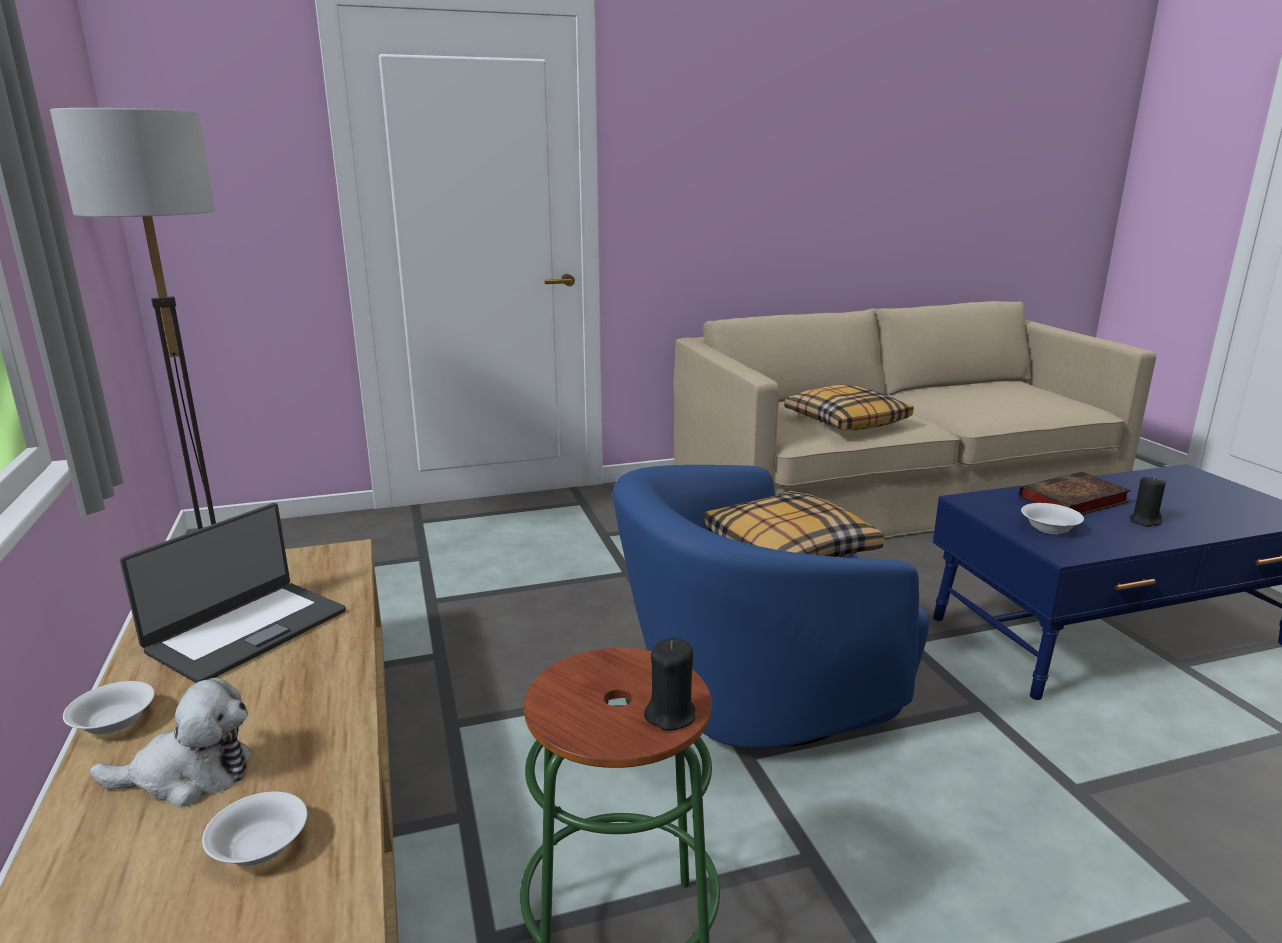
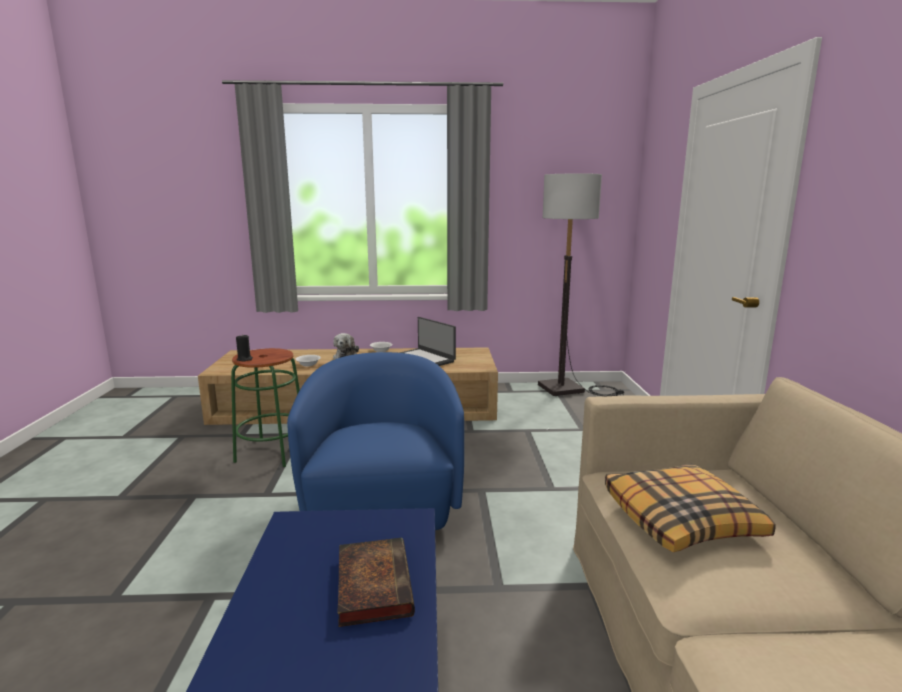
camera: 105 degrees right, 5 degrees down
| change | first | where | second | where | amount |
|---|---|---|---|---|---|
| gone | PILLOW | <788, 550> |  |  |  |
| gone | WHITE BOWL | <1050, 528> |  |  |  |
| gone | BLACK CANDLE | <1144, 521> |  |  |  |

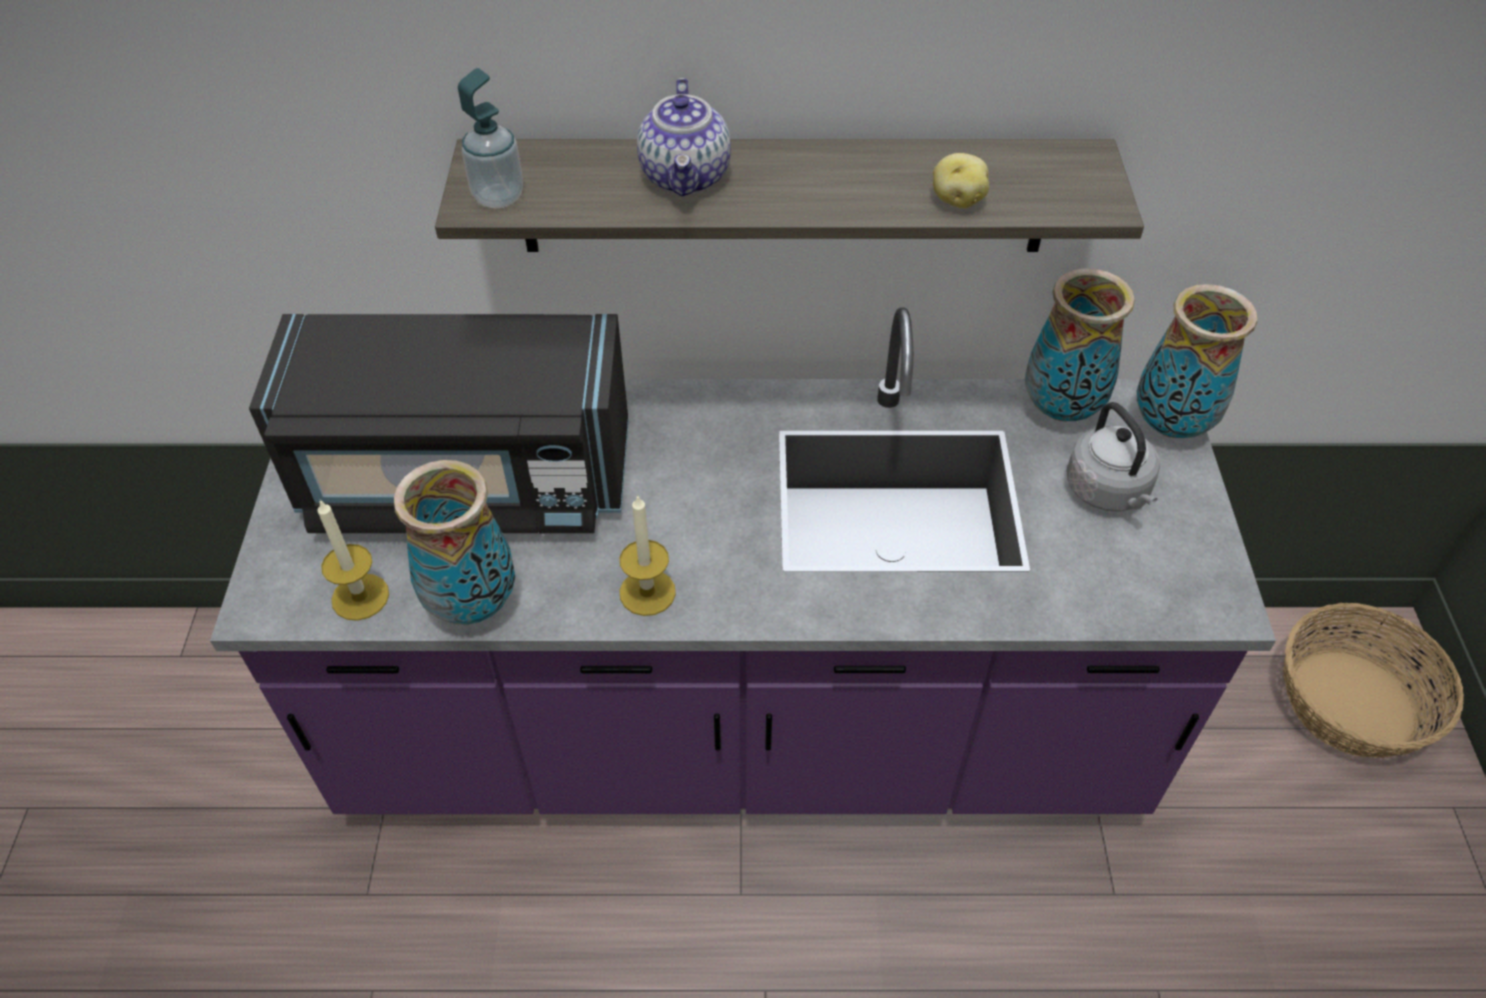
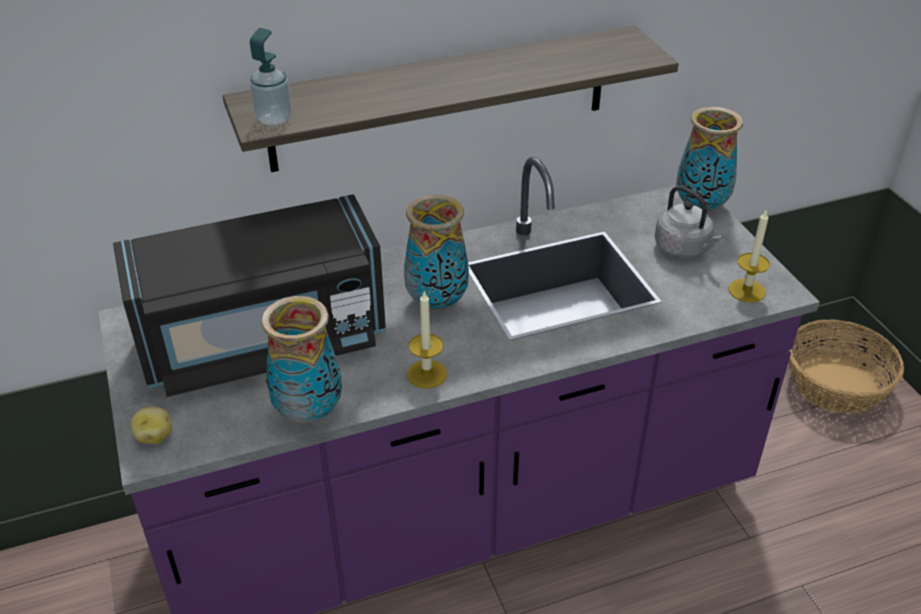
camera: 20 degrees left, 10 degrees down
| change | first | where | second | where | amount |
|---|---|---|---|---|---|
| shifted | CANDLE | <360, 597> |  | <746, 290> |  |
| gone | TEAPOT | <686, 177> |  |  |  |
| shifted | POTATO | <957, 199> |  | <154, 436> |  |
| shifted | VASE | <1061, 408> |  | <437, 301> |  |

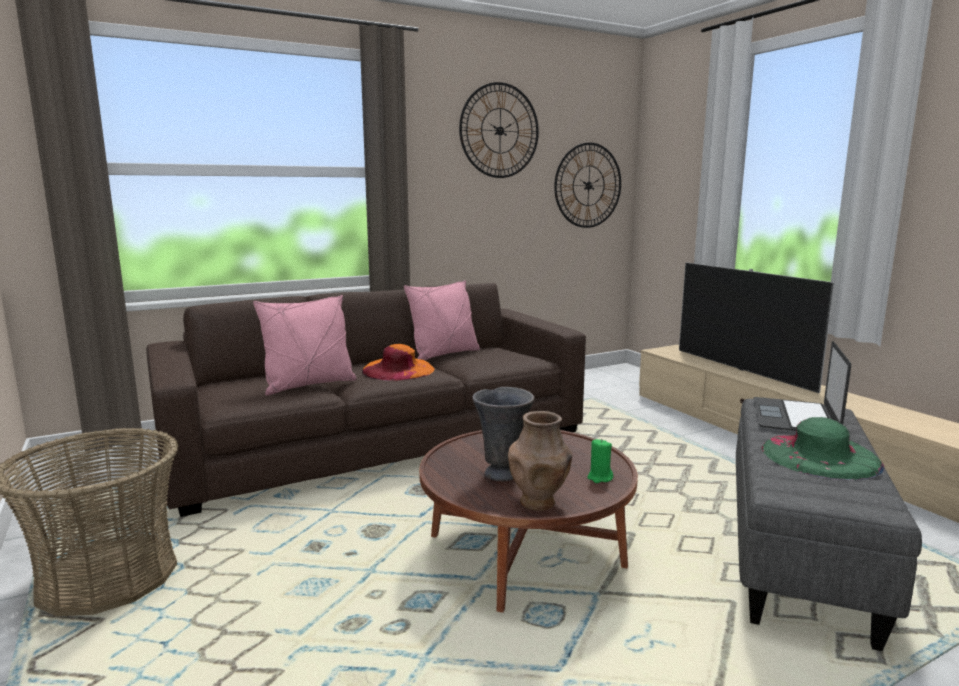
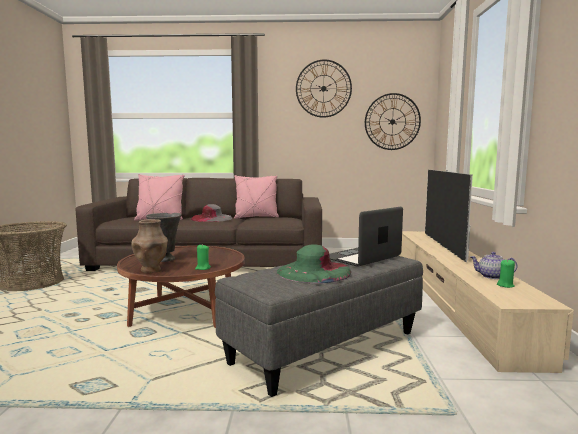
camera: 30 degrees right, 5 degrees down
| change | first | where | second | where | amount |
|---|---|---|---|---|---|
| repainted | ORANGE HAT | <398, 369> | GREY HAT | <211, 218> |  |
| new |  |  | TEAPOT | <491, 276> |  |
| new |  |  | GREEN CANDLE | <505, 285> |  |

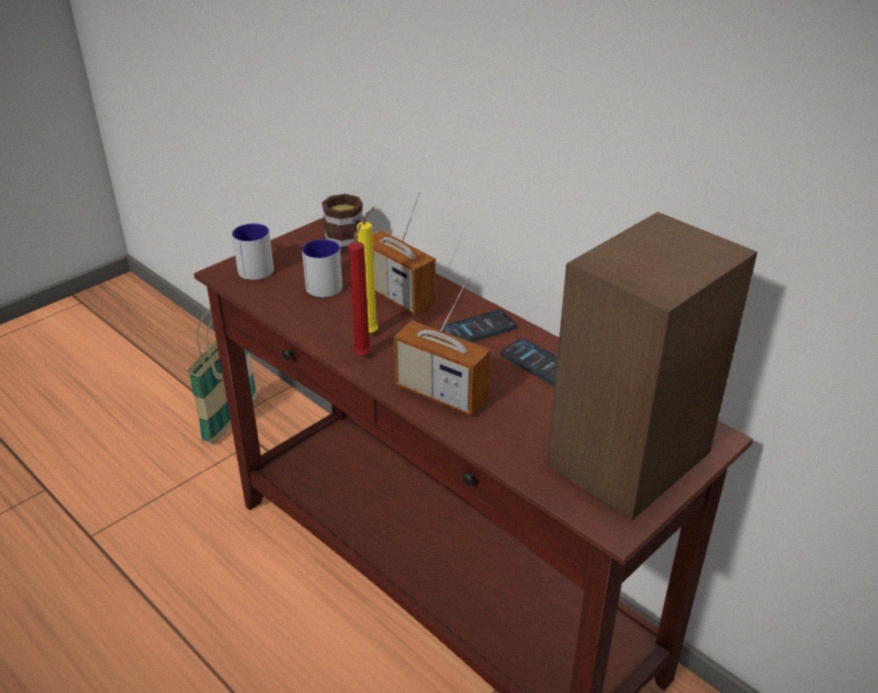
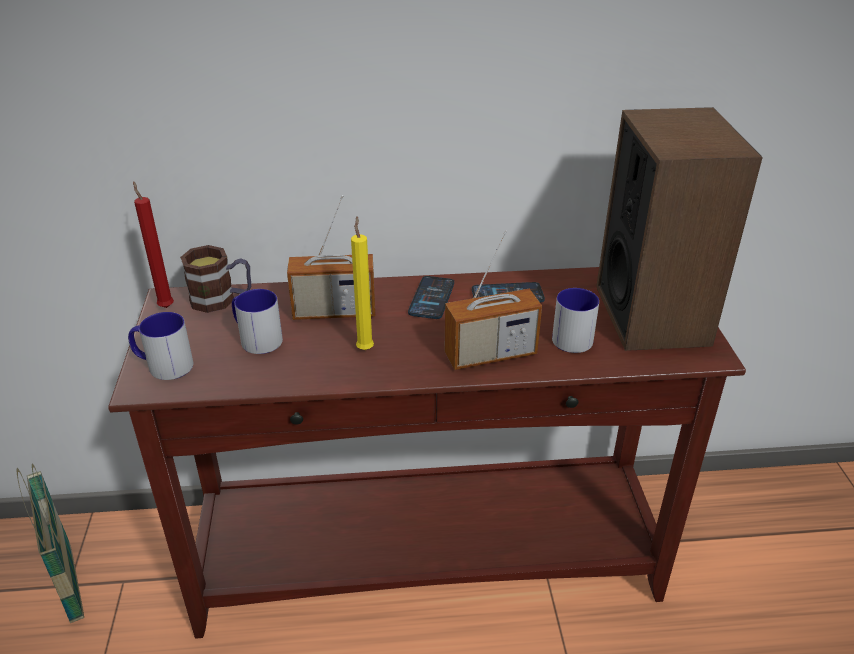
camera: 50 degrees left, 0 degrees up
| change | first | where | second | where | amount |
|---|---|---|---|---|---|
| shifted | RED CANDLE | <364, 354> |  | <165, 306> |  |
| new |  |  | MUG | <571, 335> |  |

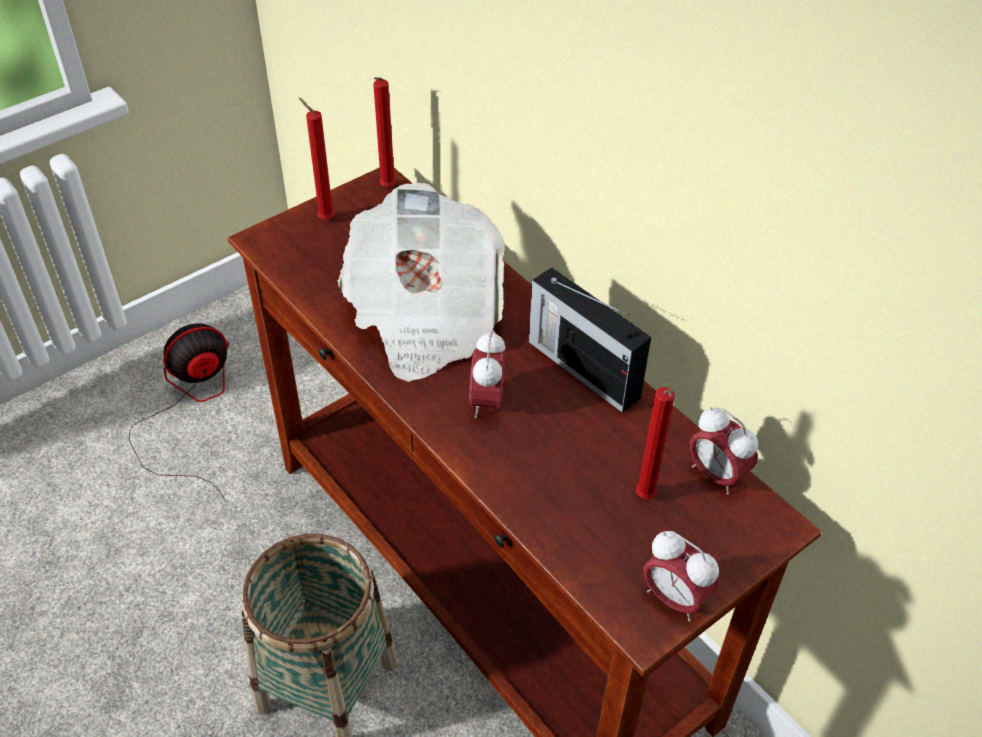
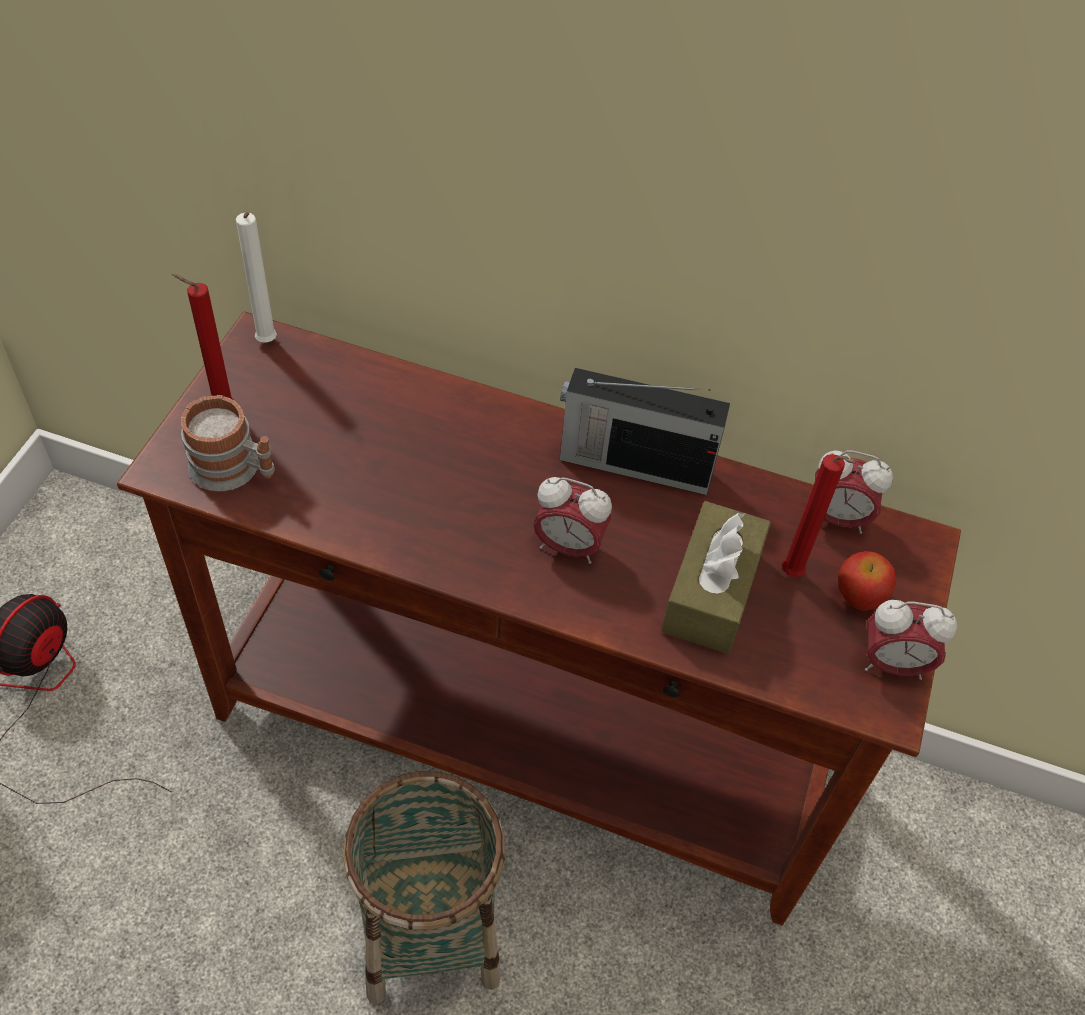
camera: 35 degrees left, 5 degrees up
| change | first | where | second | where | amount |
|---|---|---|---|---|---|
| gone | NEWSPAPER | <425, 316> |  |  |  |
| repainted | RED CANDLE | <386, 188> | WHITE CANDLE | <267, 344> |  |
| rotated | ALARM CLOCK | <487, 401> |  | <568, 546> | 45 degrees counterclockwise |
| new |  |  | MUG | <235, 470> |  |
| new |  |  | BROWN TISSUE BOX | <711, 592> |  |
| new |  |  | APPLE | <858, 596> |  |

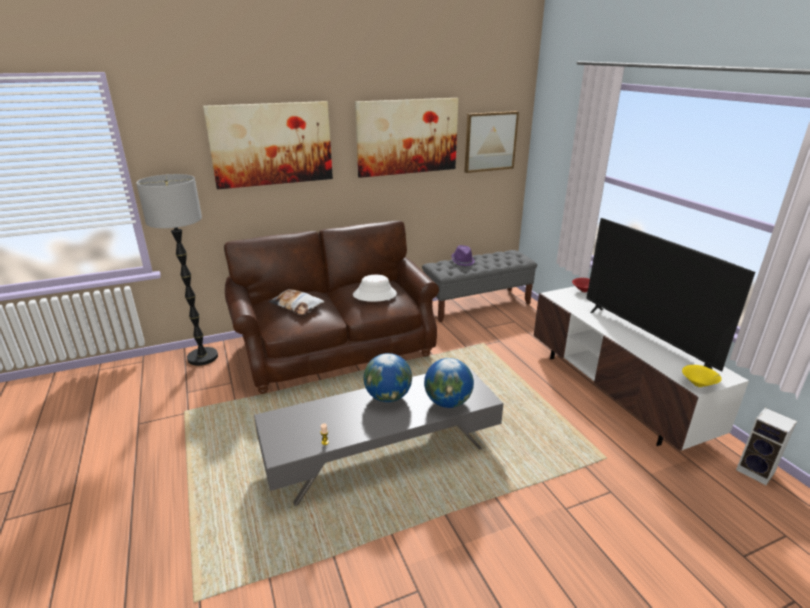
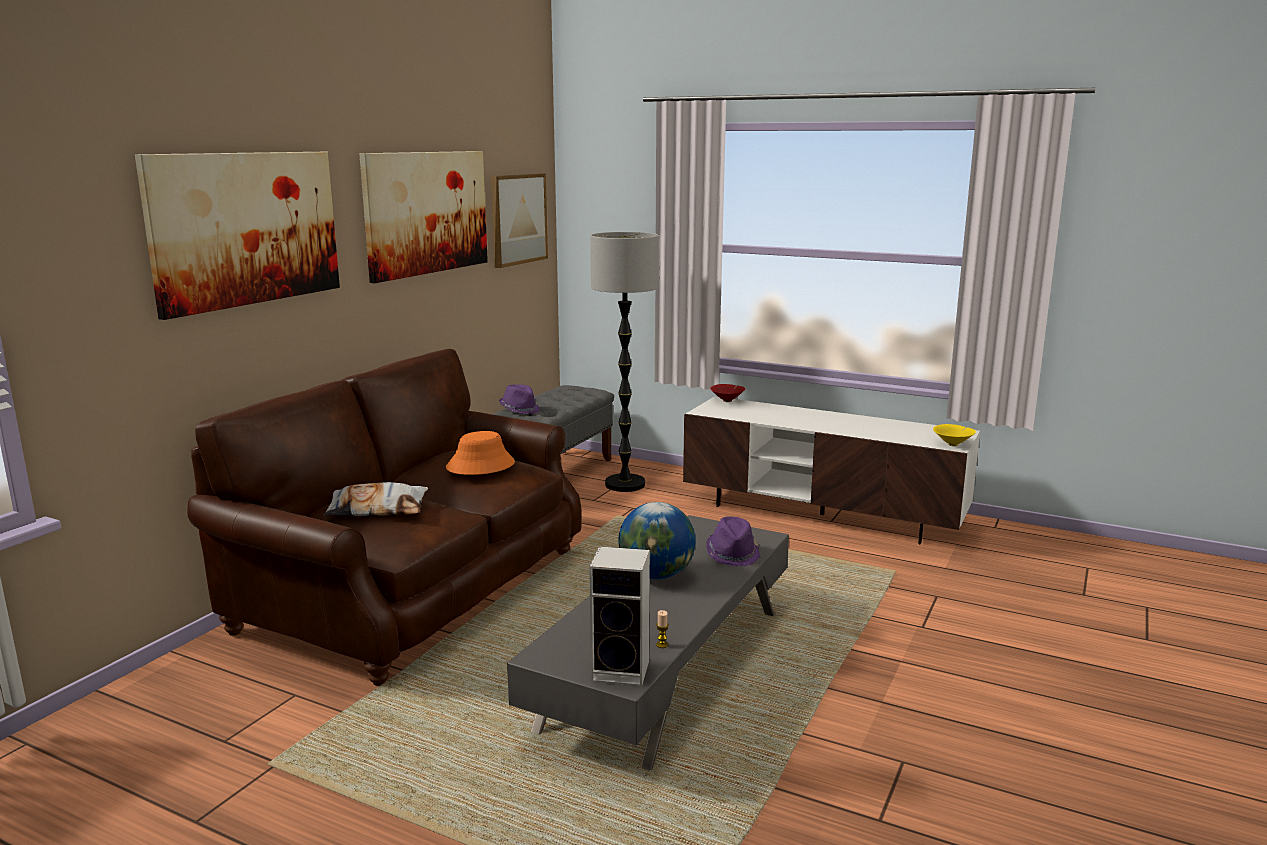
camera: 40 degrees left, 10 degrees down
| change | first | where | second | where | amount |
|---|---|---|---|---|---|
| shifted | FLOOR LAMP | <203, 357> |  | <625, 484> |  |
| repainted | WHITE HAT | <374, 294> | ORANGE HAT | <480, 465> |  |
| swapped | GLOBE | <448, 402> | PURPLE HAT | <733, 554> |  |
| gone | TELEVISION | <645, 338> |  |  |  |
| shifted | SPEAKER | <757, 472> |  | <623, 671> |  |

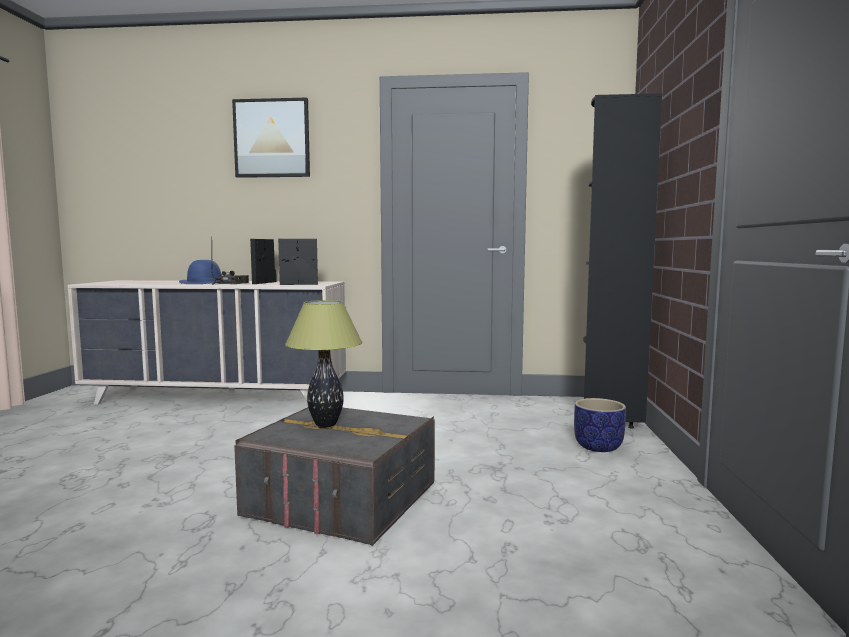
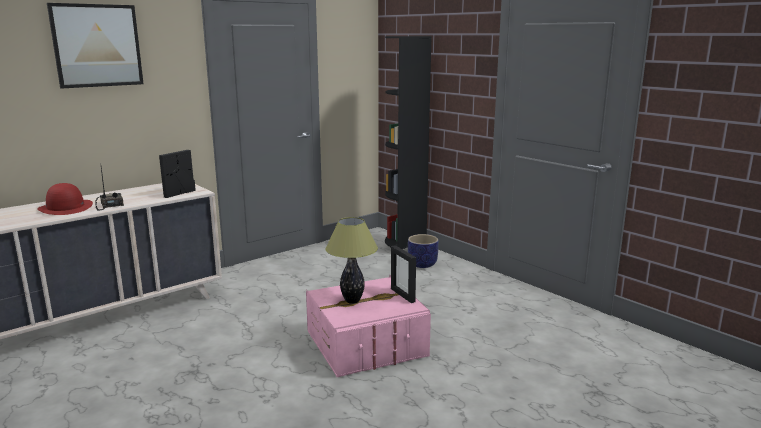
camera: 45 degrees left, 10 degrees up
| change | first | where | second | where | amount |
|---|---|---|---|---|---|
| repainted | BLUE HAT | <204, 282> | RED HAT | <66, 208> |  |
| repainted | GREY STORAGE BOX | <342, 499> | PINK STORAGE BOX | <365, 344> |  |
| shifted | PICTURE FRAME | <264, 283> |  | <403, 295> |  |

